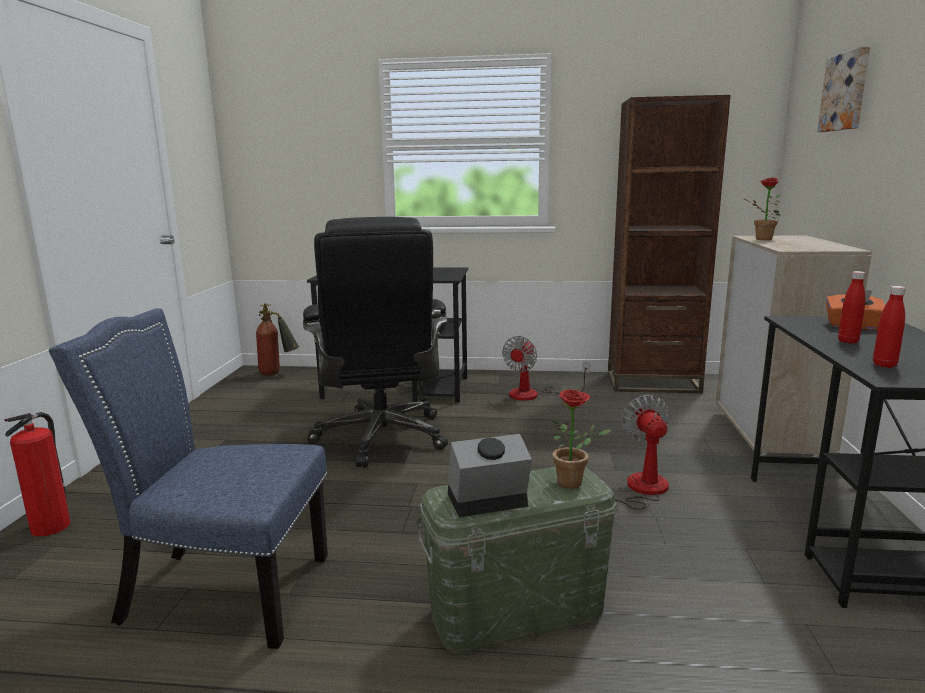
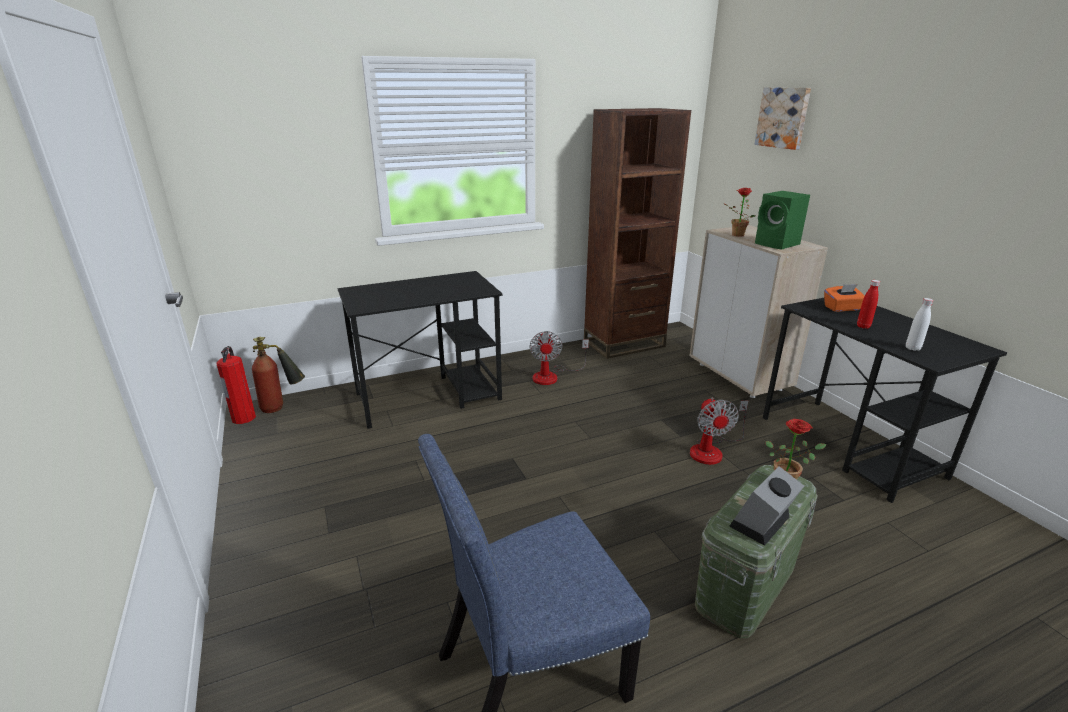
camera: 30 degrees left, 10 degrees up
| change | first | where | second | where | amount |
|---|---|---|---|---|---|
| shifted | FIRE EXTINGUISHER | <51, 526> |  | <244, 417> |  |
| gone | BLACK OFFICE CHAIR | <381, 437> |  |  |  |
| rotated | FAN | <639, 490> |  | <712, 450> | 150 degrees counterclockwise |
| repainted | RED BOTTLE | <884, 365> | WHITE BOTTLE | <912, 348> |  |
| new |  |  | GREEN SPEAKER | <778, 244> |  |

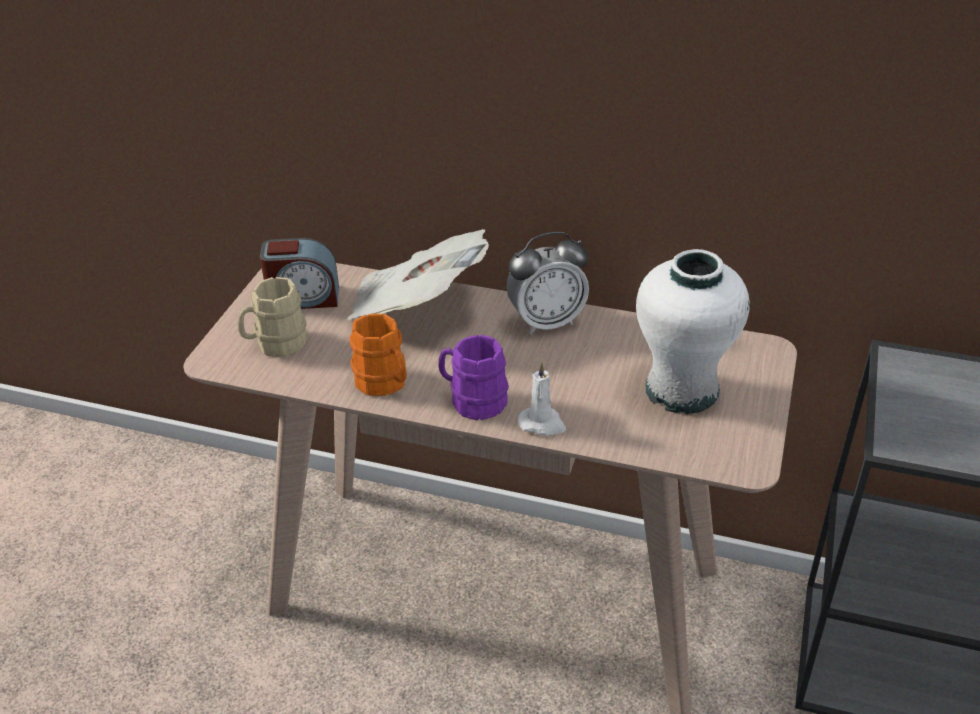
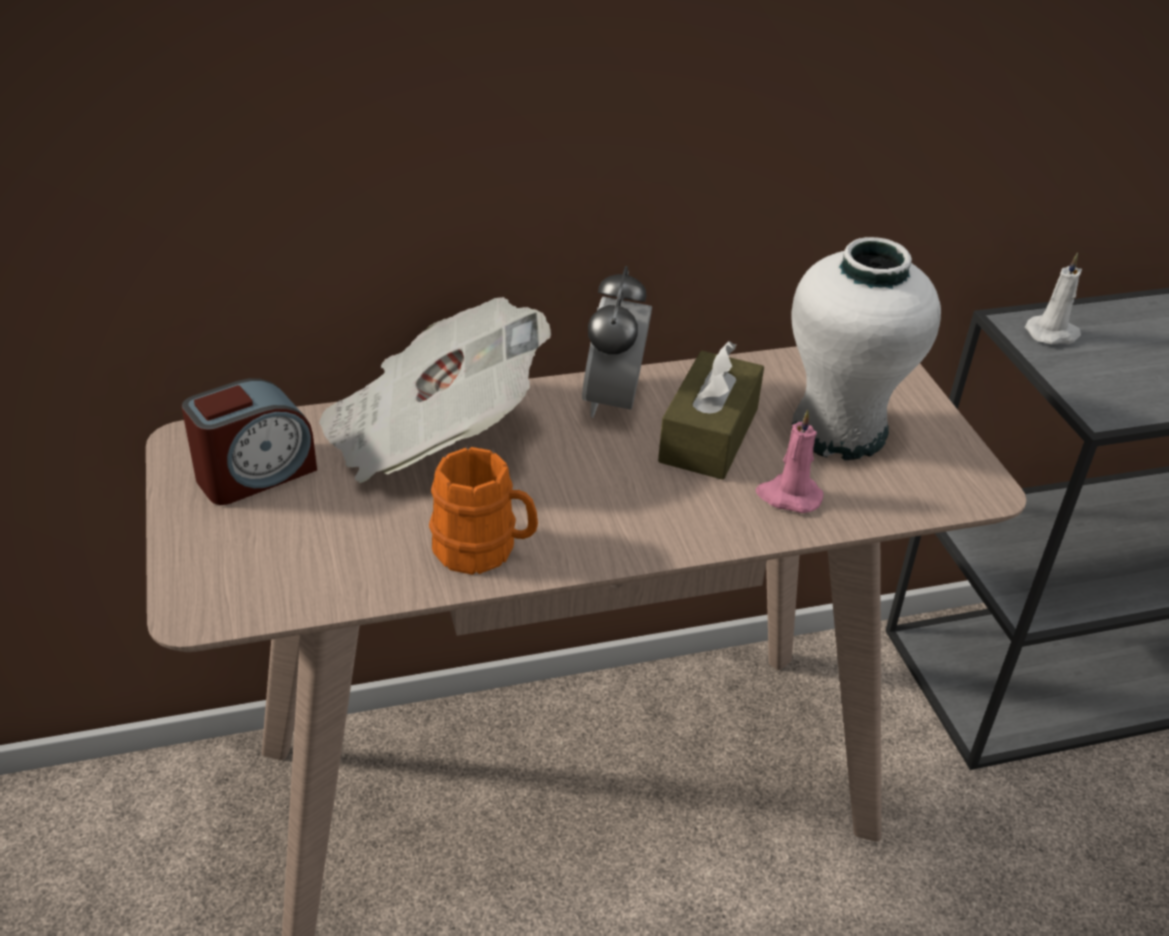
camera: 35 degrees left, 0 degrees up
| change | first | where | second | where | amount |
|---|---|---|---|---|---|
| gone | BEIGE MUG | <275, 344> |  |  |  |
| gone | PURPLE MUG | <472, 400> |  |  |  |
| rotated | ALARM CLOCK | <546, 322> |  | <613, 401> | 150 degrees clockwise |
| shifted | WHITE CANDLE | <542, 424> |  | <1053, 334> |  |
| new |  |  | BROWN TISSUE BOX | <709, 435> |  |
| new |  |  | PINK CANDLE | <788, 496> |  |

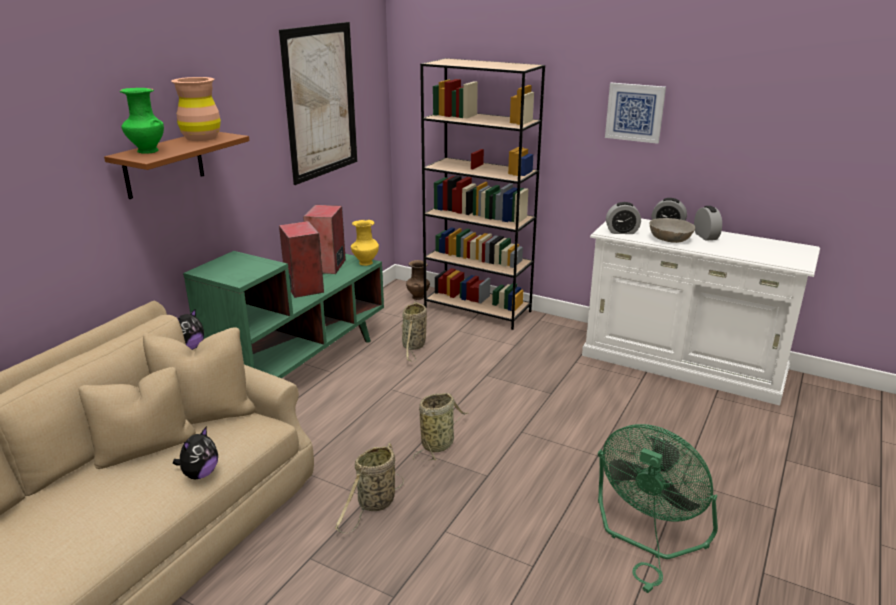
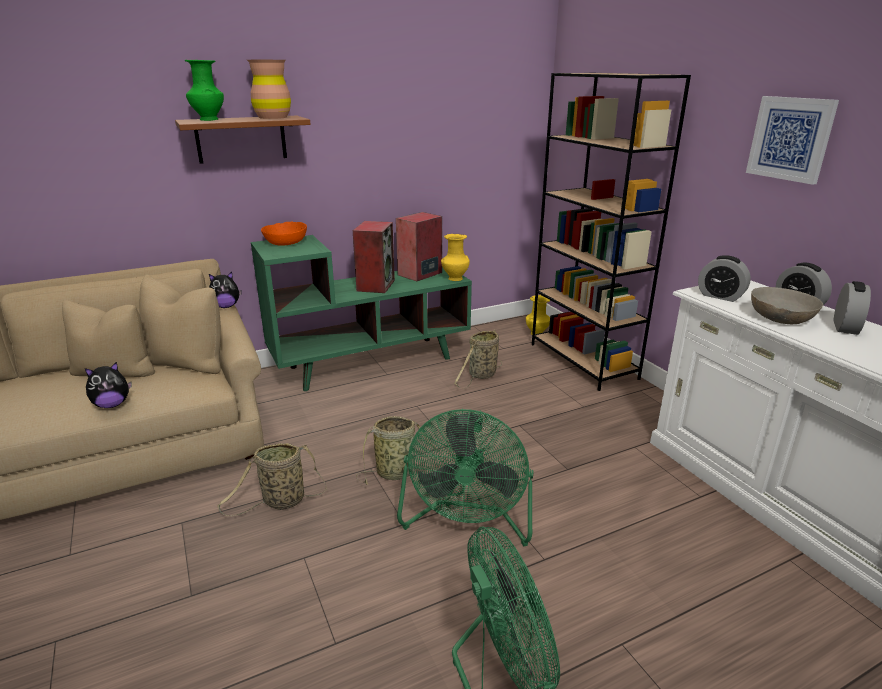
camera: 35 degrees right, 0 degrees up
| change | first | where | second | where | amount |
|---|---|---|---|---|---|
| gone | PICTURE | <321, 102> |  |  |  |
| repainted | BROWN VASE | <418, 297> | YELLOW VASE | <537, 333> |  |
| new |  |  | ORANGE BOWL | <285, 242> |  |
| new |  |  | GREEN FAN | <463, 518> |  |

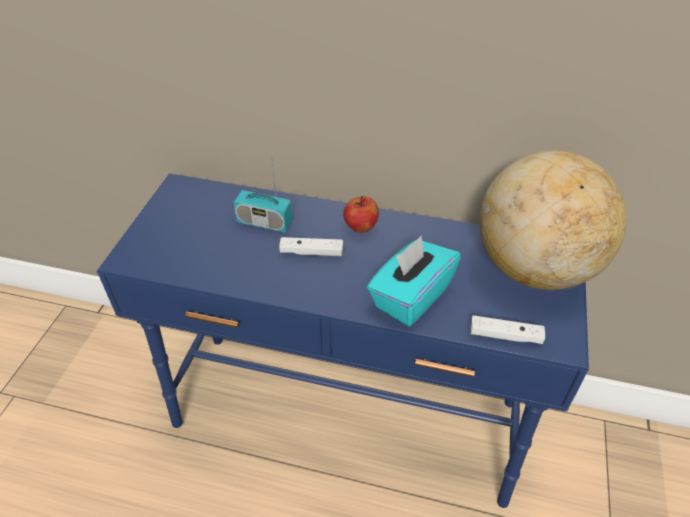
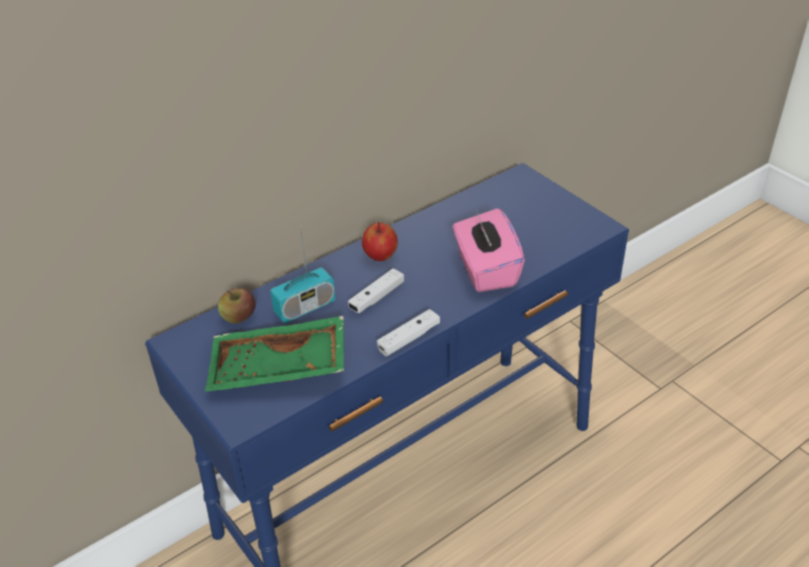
camera: 50 degrees left, 5 degrees down
| change | first | where | second | where | amount |
|---|---|---|---|---|---|
| repainted | TURQUOISE TISSUE BOX | <410, 297> | PINK TISSUE BOX | <485, 270> |  |
| shifted | WHITE GAME CONTROLLER | <505, 335> |  | <409, 338> |  |
| gone | GLOBE | <535, 268> |  |  |  |
| new |  |  | GREEN TRAY | <278, 370> |  |
| new |  |  | APPLE | <239, 317> |  |

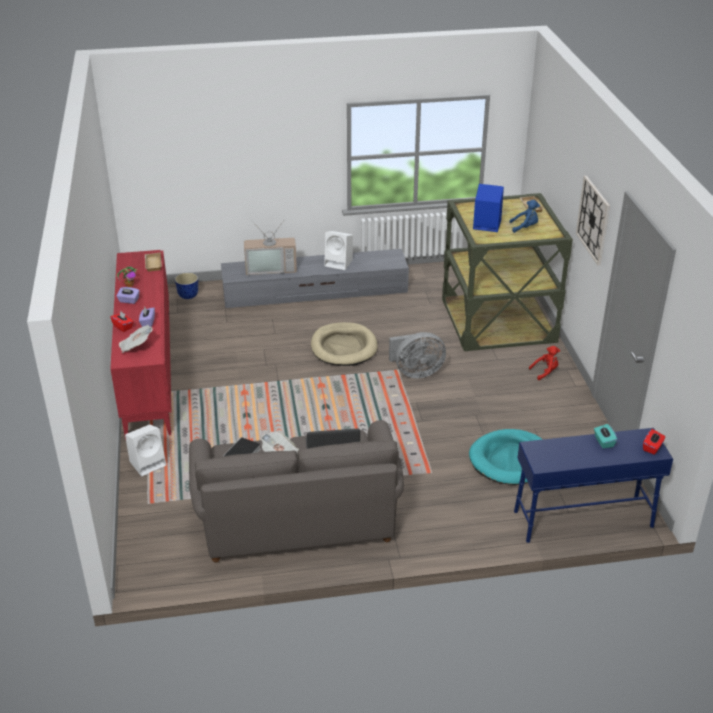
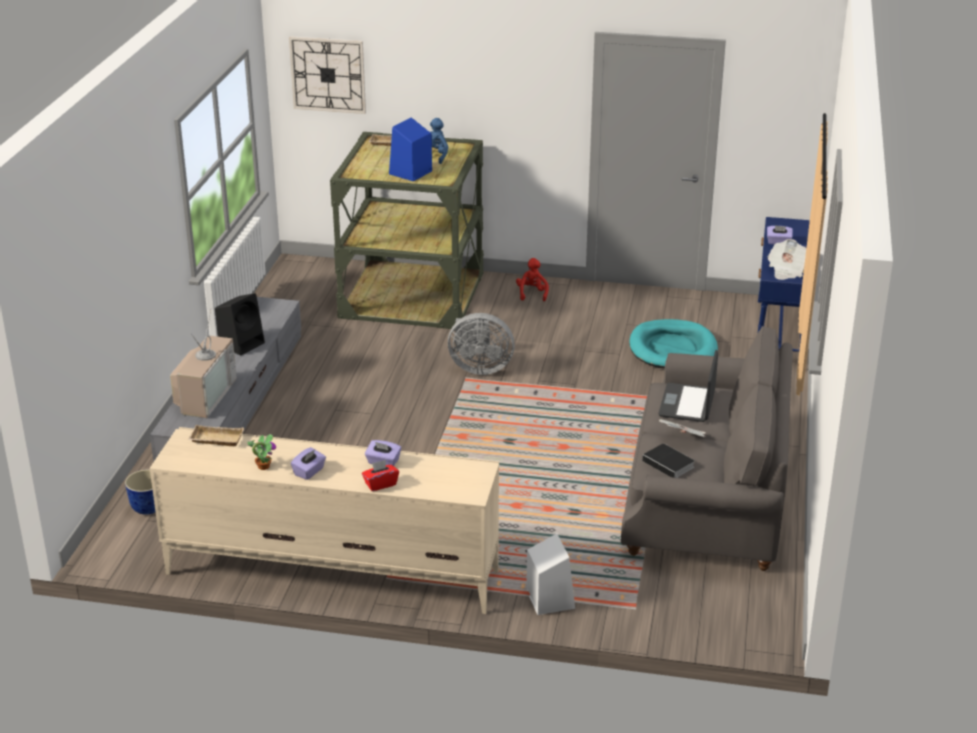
camera: 70 degrees left, 5 degrees down
| change | first | where | second | where | amount |
|---|---|---|---|---|---|
| repainted | RED CABINET | <148, 372> | BEIGE CABINET | <330, 573> |  |
| shifted | NEWSPAPER | <136, 346> |  | <786, 271> |  |
| gone | BEIGE DOG BED | <344, 347> |  |  |  |
| repainted | WHITE SPEAKER | <339, 263> | BLACK SPEAKER | <242, 343> |  |
| rotated | GREY FAN | <416, 372> |  | <479, 368> | 90 degrees clockwise |
| shifted | WALL CLOCK | <593, 220> |  | <328, 74> |  |
| repainted | TURQUOISE TISSUE BOX | <603, 442> | PURPLE TISSUE BOX | <778, 242> |  |
| gone | RED TISSUE BOX | <652, 447> |  |  |  |

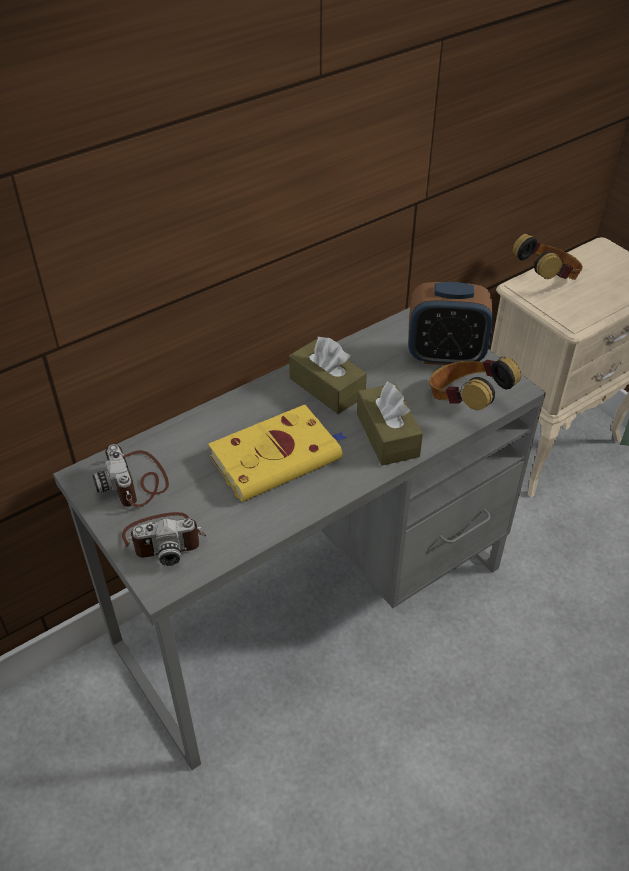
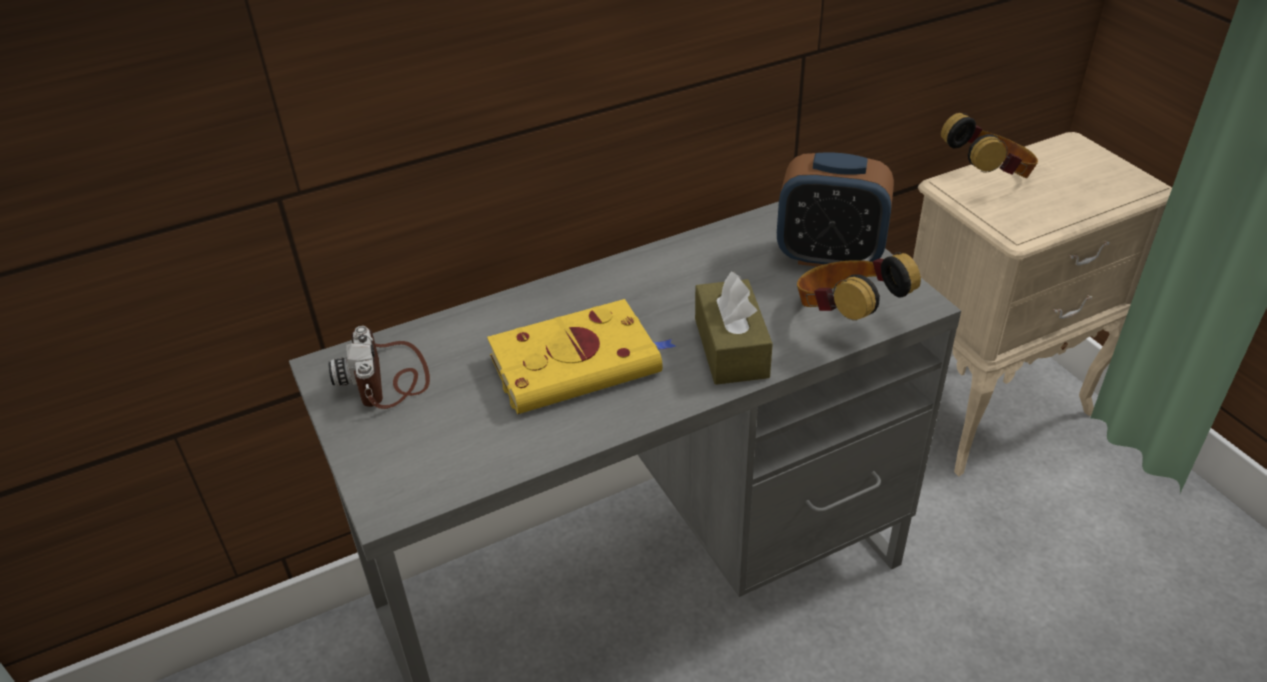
camera: 10 degrees right, 5 degrees down
| change | first | where | second | where | amount |
|---|---|---|---|---|---|
| gone | PHOTO CAMERA | <164, 539> |  |  |  |
| gone | BROWN TISSUE BOX | <327, 387> |  |  |  |

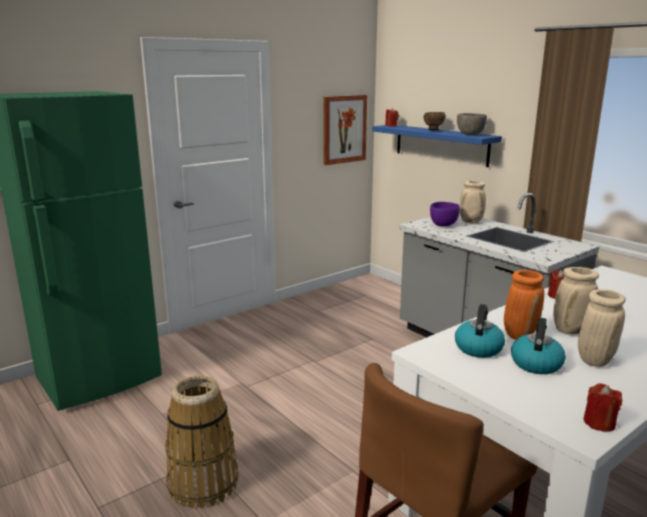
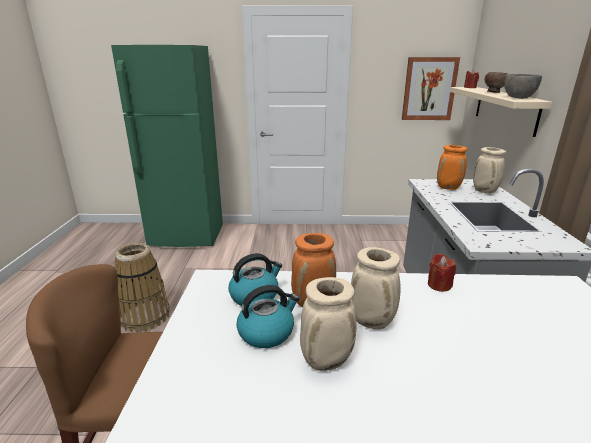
camera: 40 degrees right, 5 degrees up
| change | first | where | second | where | amount |
|---|---|---|---|---|---|
| repainted | BLUE SHELF | <441, 144> | BEIGE SHELF | <505, 109> |  |
| swapped | PURPLE BOWL | <443, 225> | ORANGE VASE | <448, 188> |  |
| gone | RED CANDLE | <599, 423> |  |  |  |

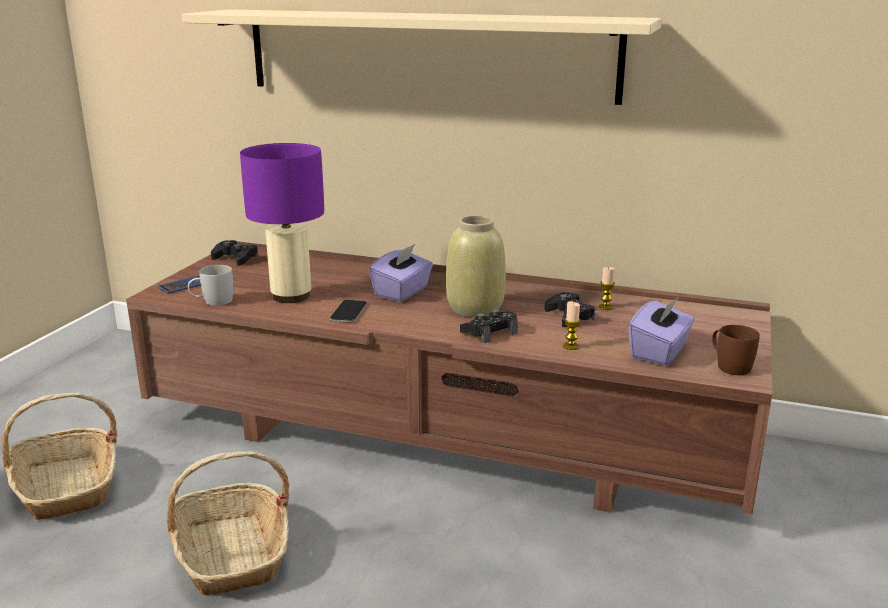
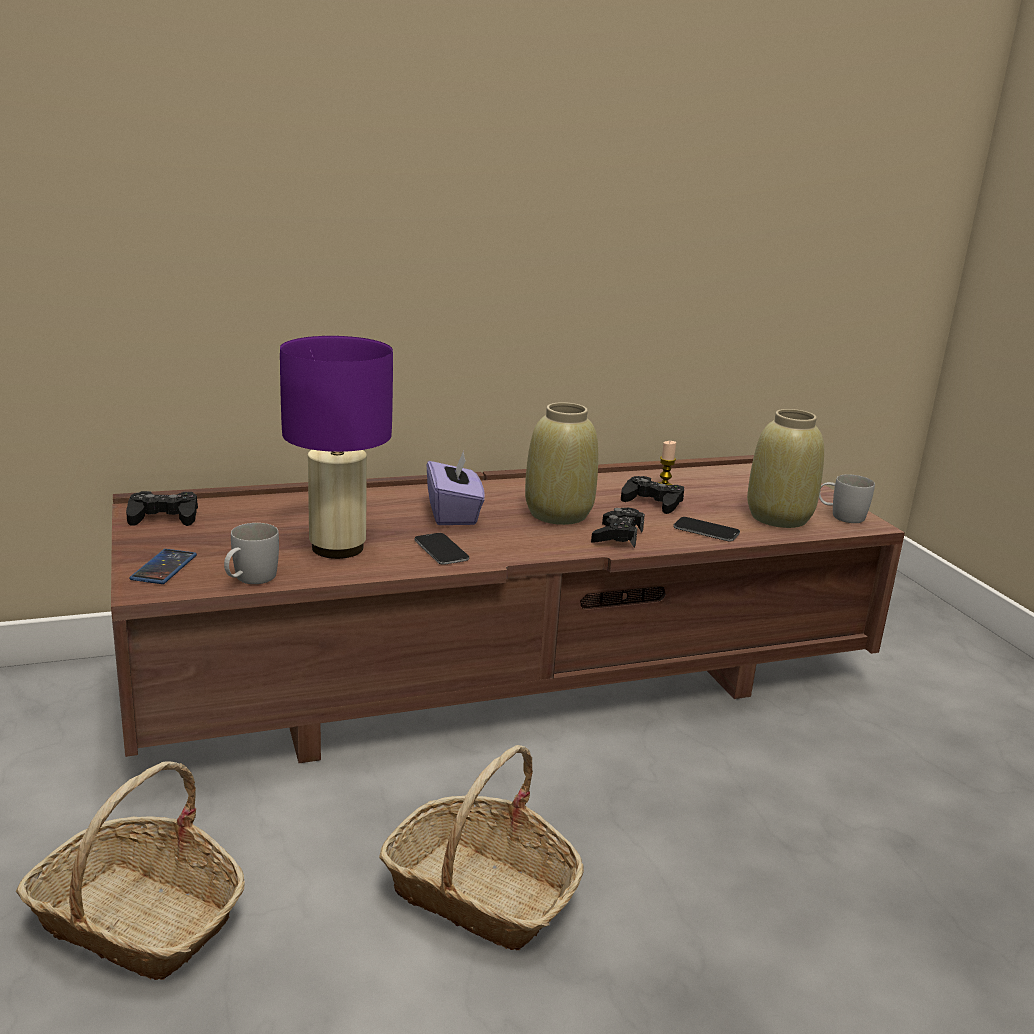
camera: 40 degrees left, 0 degrees up
| change | first | where | second | where | amount |
|---|---|---|---|---|---|
| gone | BEIGE SHELF | <427, 54> |  |  |  |
| swapped | CANDLE | <570, 346> | PHONE | <706, 531> |  |
| swapped | PURPLE TISSUE BOX | <659, 352> | BEIGE VASE | <777, 517> |  |
| repainted | BROWN MUG | <729, 365> | WHITE MUG | <841, 516> |  |

